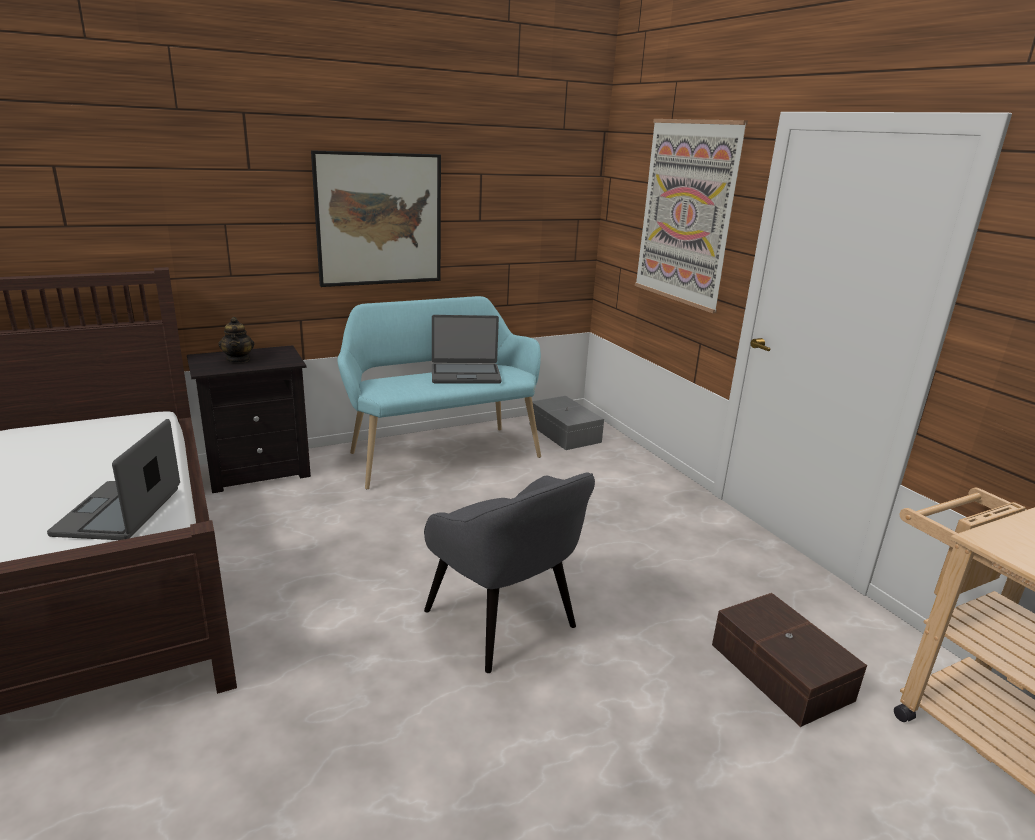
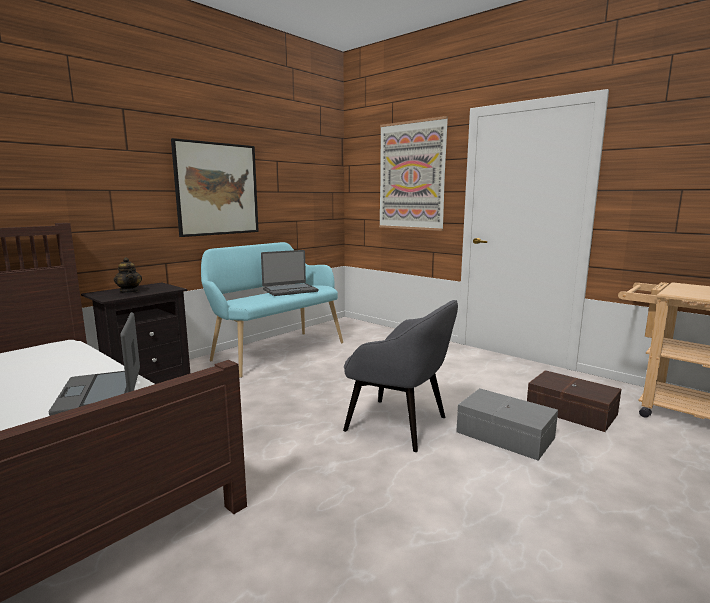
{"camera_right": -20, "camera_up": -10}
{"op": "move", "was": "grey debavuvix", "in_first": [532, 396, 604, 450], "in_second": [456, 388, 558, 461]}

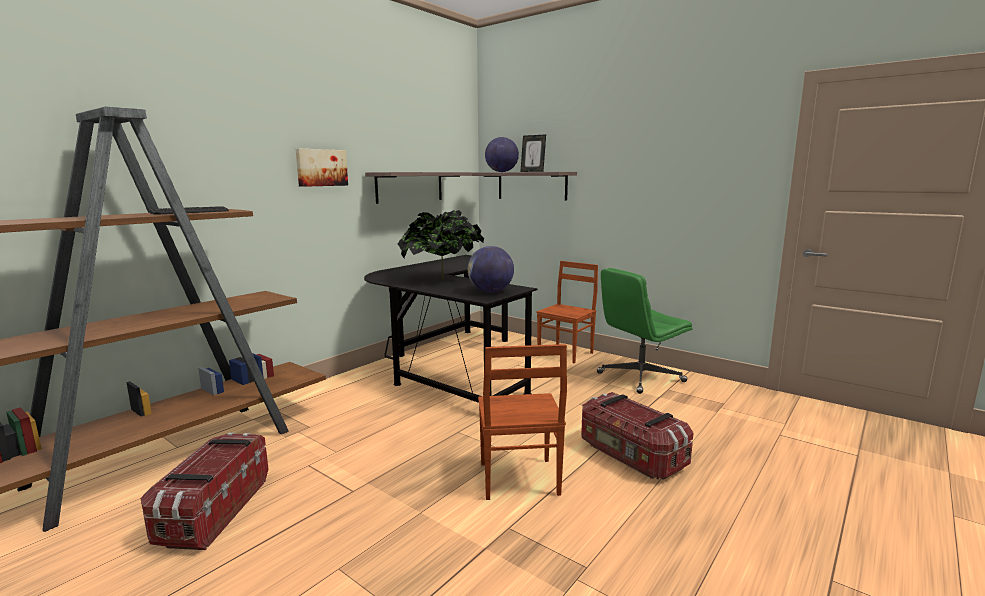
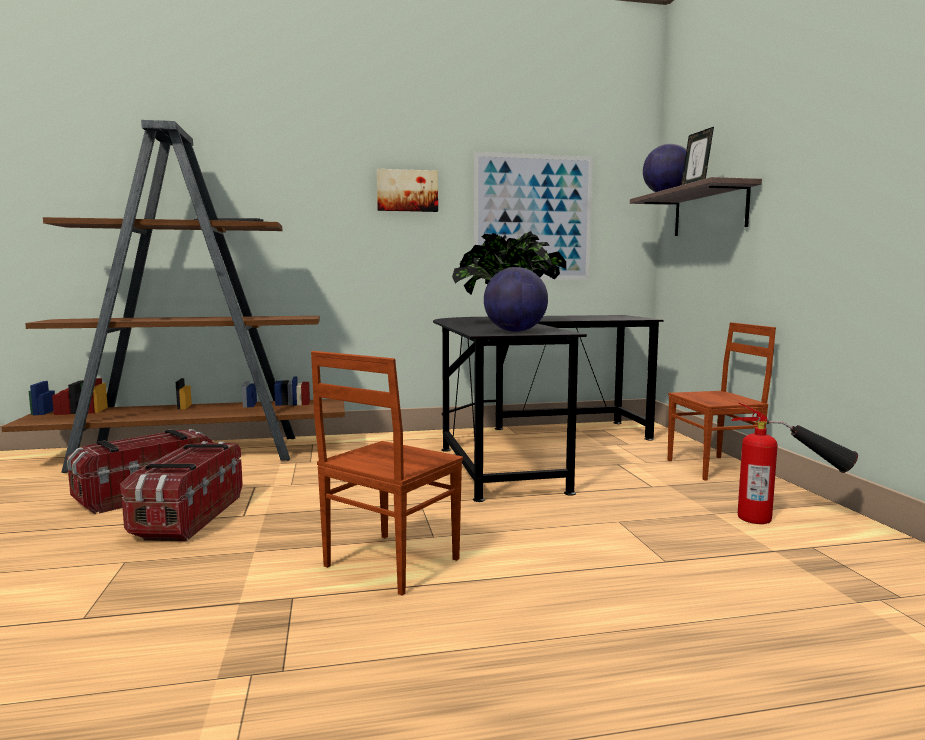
{"camera_right": 40, "camera_up": -5}
{"op": "move", "was": "debavuvix", "in_first": [581, 392, 693, 480], "in_second": [120, 441, 243, 542]}
{"op": "replace", "was": "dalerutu", "now": "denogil", "in_first": [365, 172, 472, 204], "in_second": [474, 152, 593, 279]}
{"op": "replace", "was": "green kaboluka", "now": "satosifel", "in_first": [597, 268, 693, 394], "in_second": [731, 402, 858, 524]}

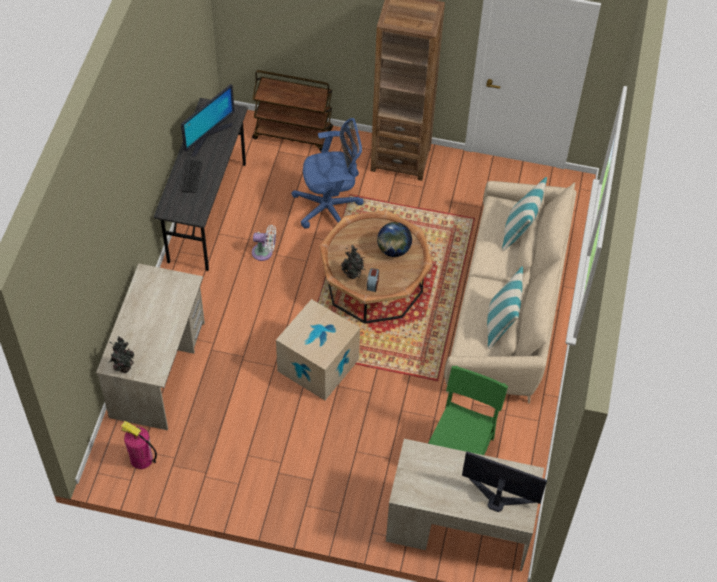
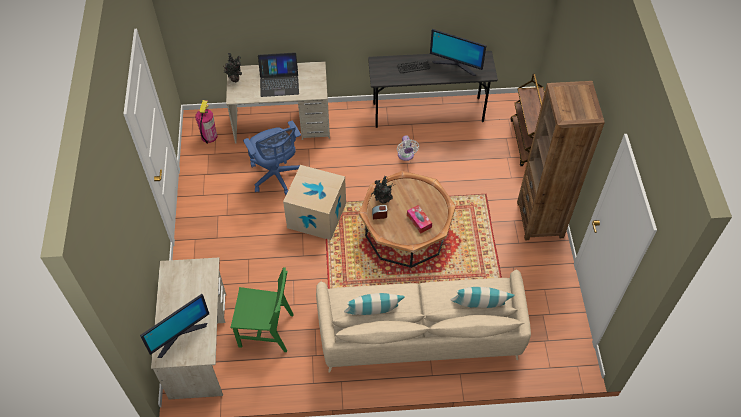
{"camera_right": 75, "camera_up": 0}
{"op": "rotate", "was": "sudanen", "in_first": [462, 451, 547, 512], "in_second": [140, 294, 209, 358], "clockwise": 45}
{"op": "move", "was": "blue kaboluka", "in_first": [291, 118, 364, 229], "in_second": [243, 121, 301, 195]}
{"op": "insert", "now": "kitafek", "in_second": [258, 52, 299, 97]}
{"op": "replace", "was": "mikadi", "now": "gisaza", "in_first": [377, 222, 412, 257], "in_second": [407, 205, 432, 234]}

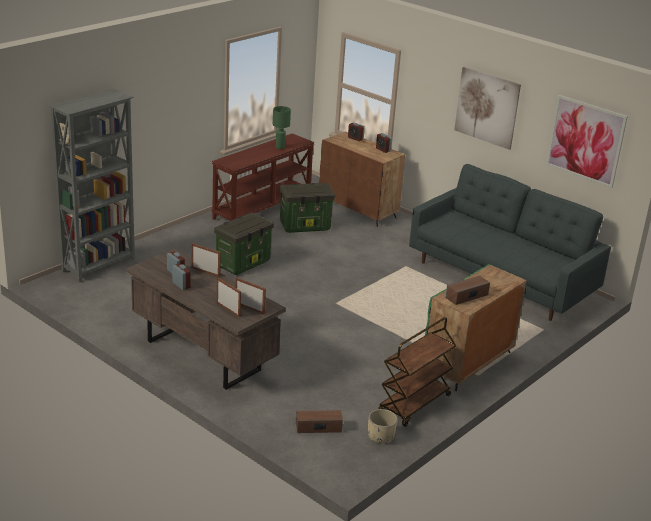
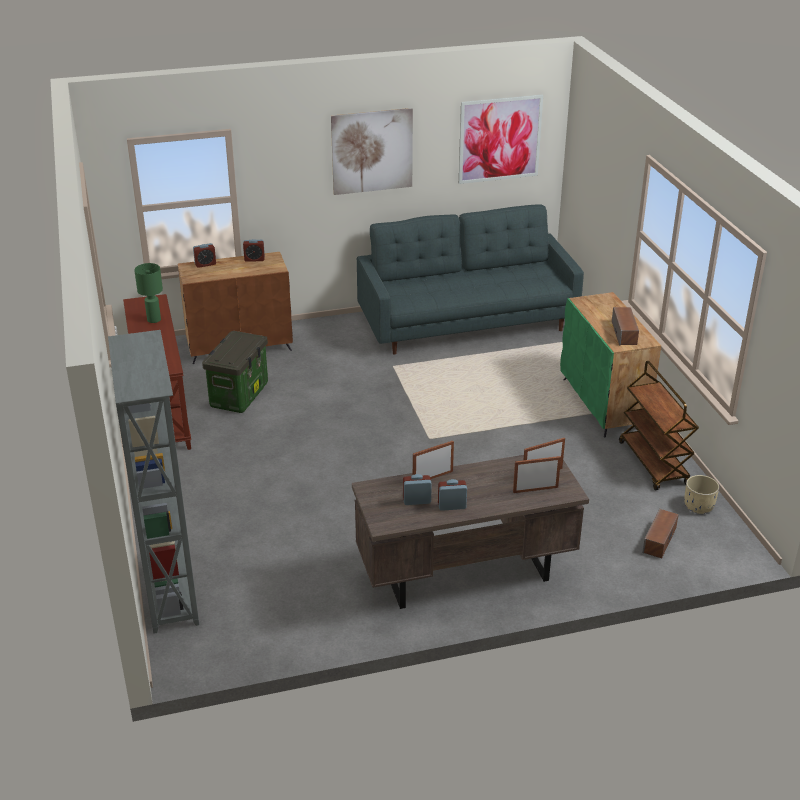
{"camera_right": -55, "camera_up": 5}
{"op": "delete", "was": "debavuvix", "in_first": [214, 213, 274, 275]}

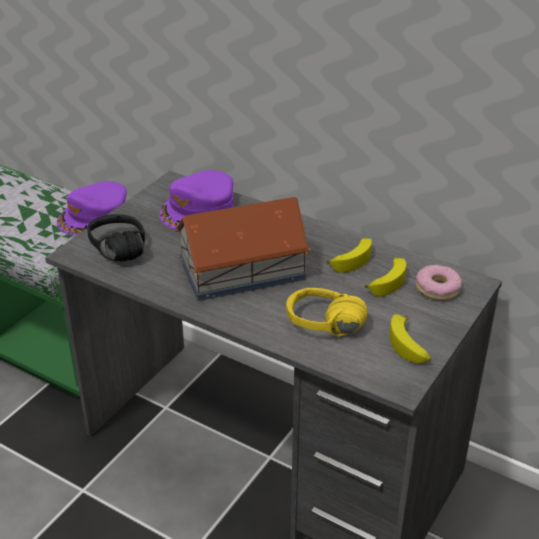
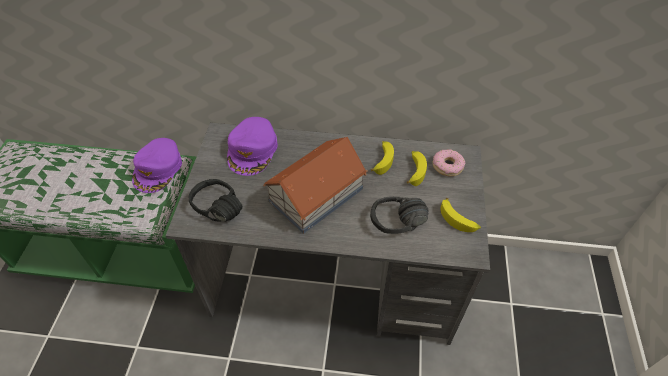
{"camera_right": -25, "camera_up": 15}
{"op": "recolor", "was": "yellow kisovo", "now": "black kisovo", "in_first": [286, 288, 367, 336], "in_second": [370, 196, 429, 234]}

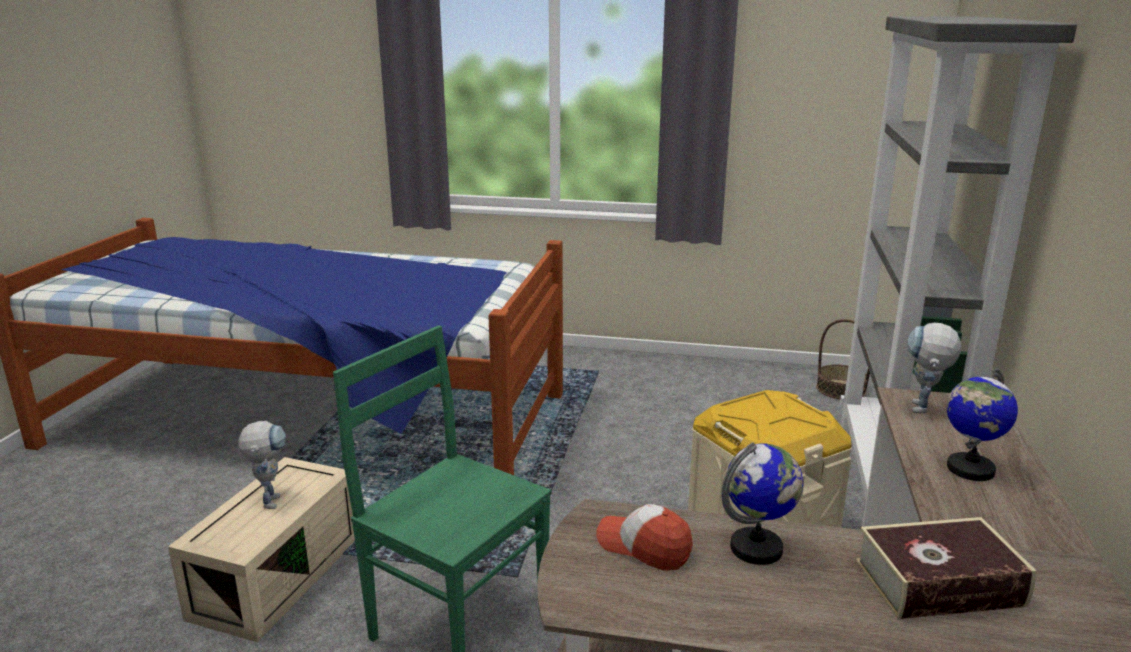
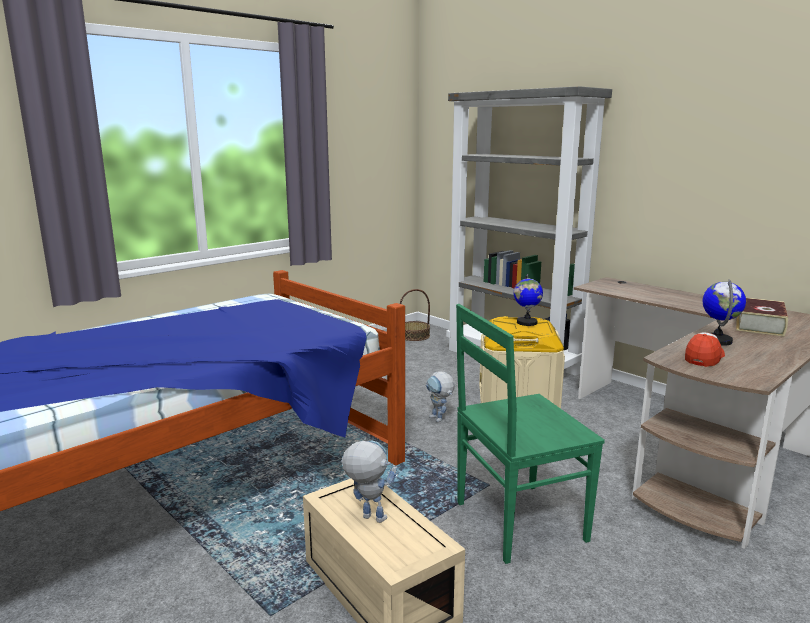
{"camera_right": -55, "camera_up": -5}
{"op": "move", "was": "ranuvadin", "in_first": [908, 322, 961, 413], "in_second": [426, 371, 455, 422]}
{"op": "move", "was": "mikadi", "in_first": [946, 368, 1018, 481], "in_second": [514, 274, 543, 326]}
{"op": "rotate", "was": "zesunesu", "in_first": [596, 504, 693, 571], "in_second": [685, 332, 725, 367], "clockwise": 150}

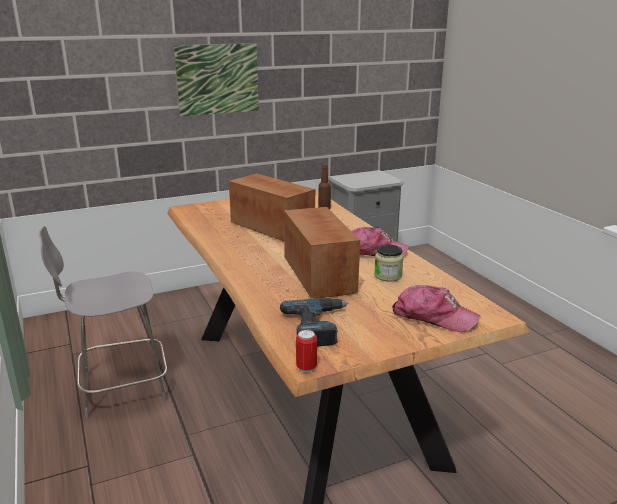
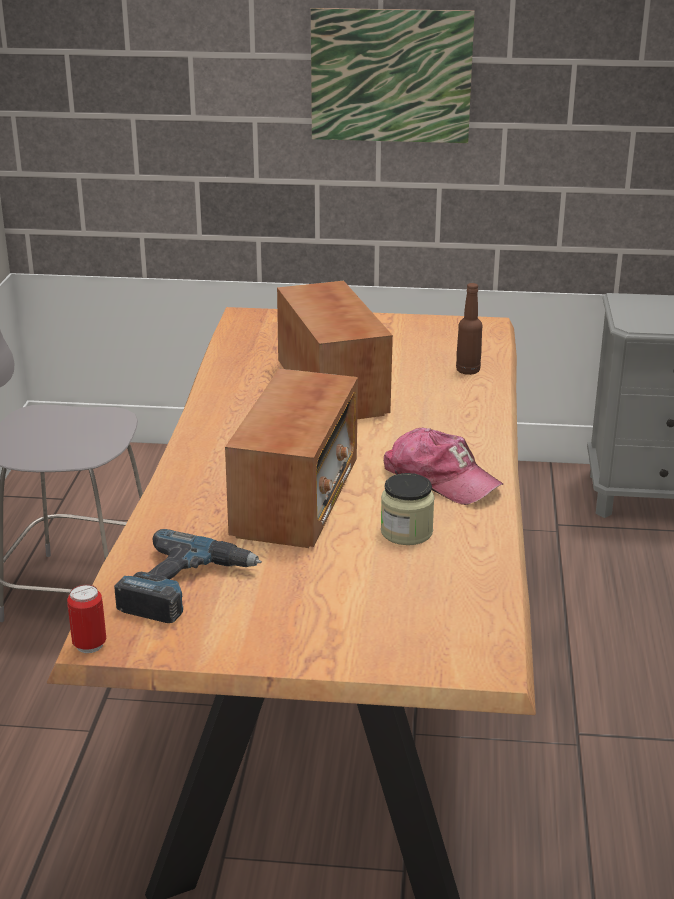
{"camera_right": 30, "camera_up": 5}
{"op": "delete", "was": "zesunesu", "in_first": [392, 285, 481, 332]}

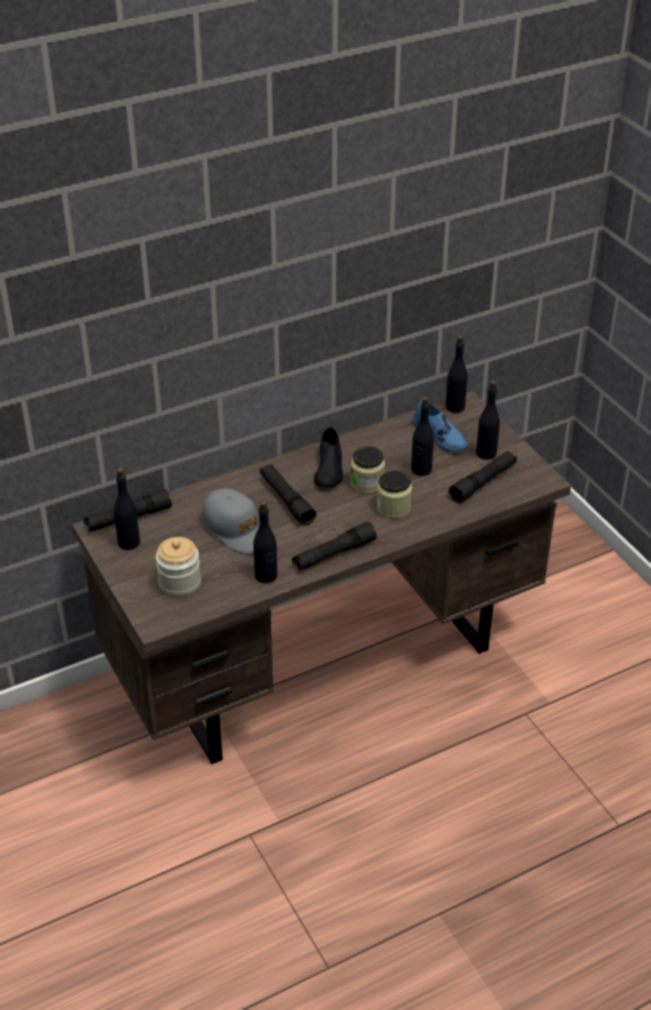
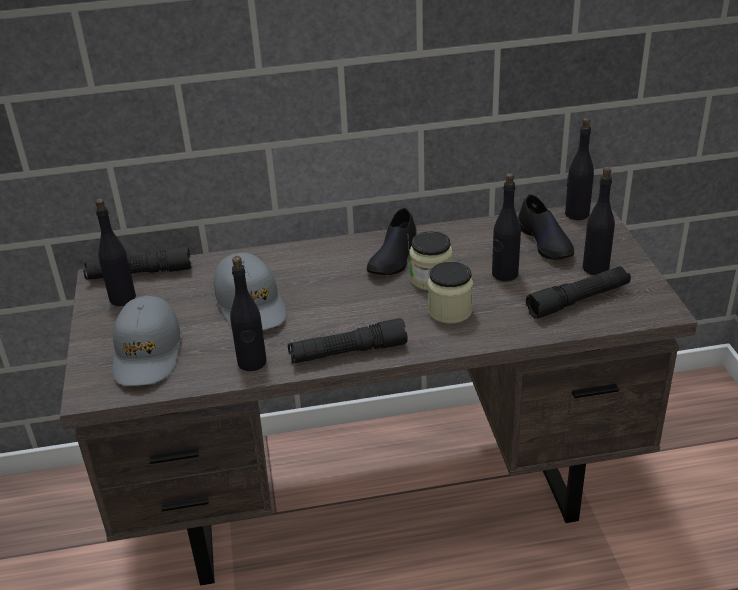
{"camera_right": 20, "camera_up": -5}
{"op": "replace", "was": "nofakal", "now": "grey zesunesu", "in_first": [156, 537, 201, 597], "in_second": [112, 296, 181, 386]}
{"op": "recolor", "was": "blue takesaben", "now": "black takesaben", "in_first": [413, 400, 468, 452], "in_second": [518, 194, 574, 260]}
{"op": "delete", "was": "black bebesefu", "in_first": [260, 464, 316, 526]}

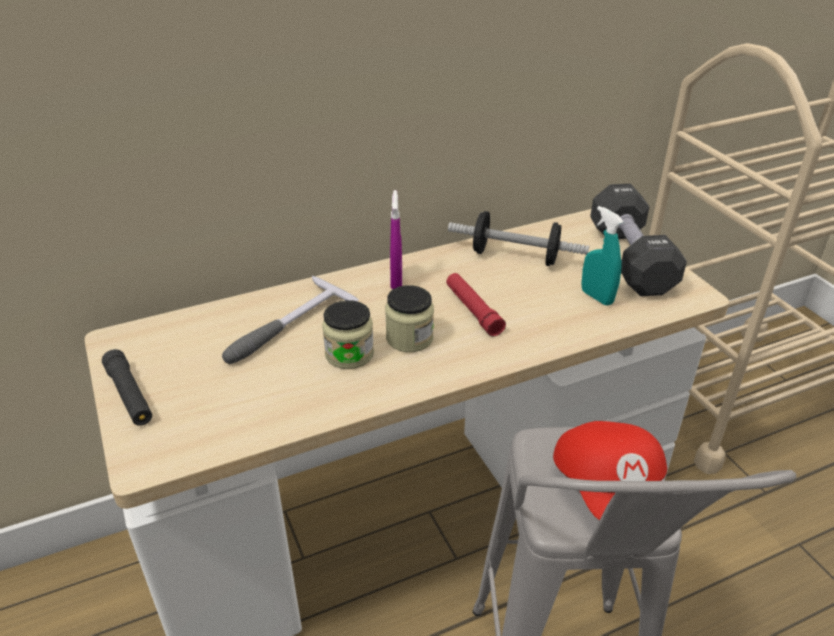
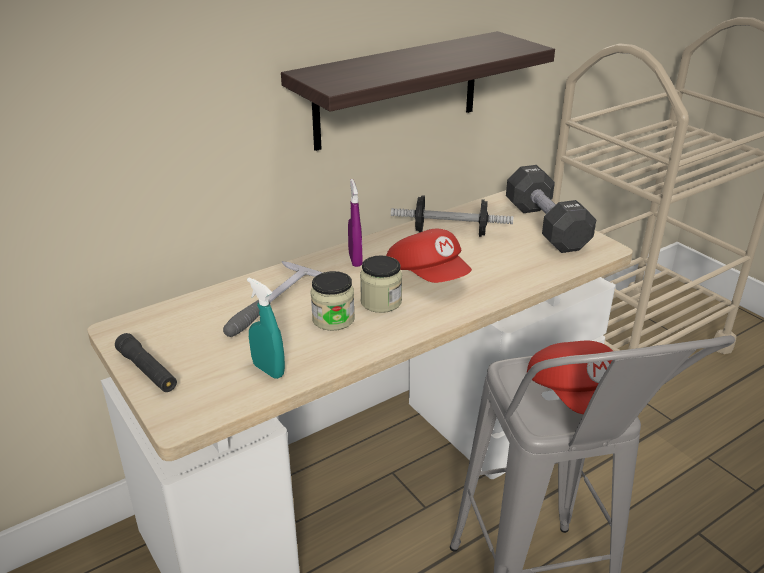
{"camera_right": -10, "camera_up": -5}
{"op": "move", "was": "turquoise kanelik", "in_first": [581, 206, 624, 306], "in_second": [247, 277, 285, 379]}
{"op": "insert", "now": "dalerutu", "in_second": [281, 31, 555, 151]}
{"op": "replace", "was": "red bebesefu", "now": "red zesunesu", "in_first": [446, 273, 506, 336], "in_second": [386, 229, 472, 283]}

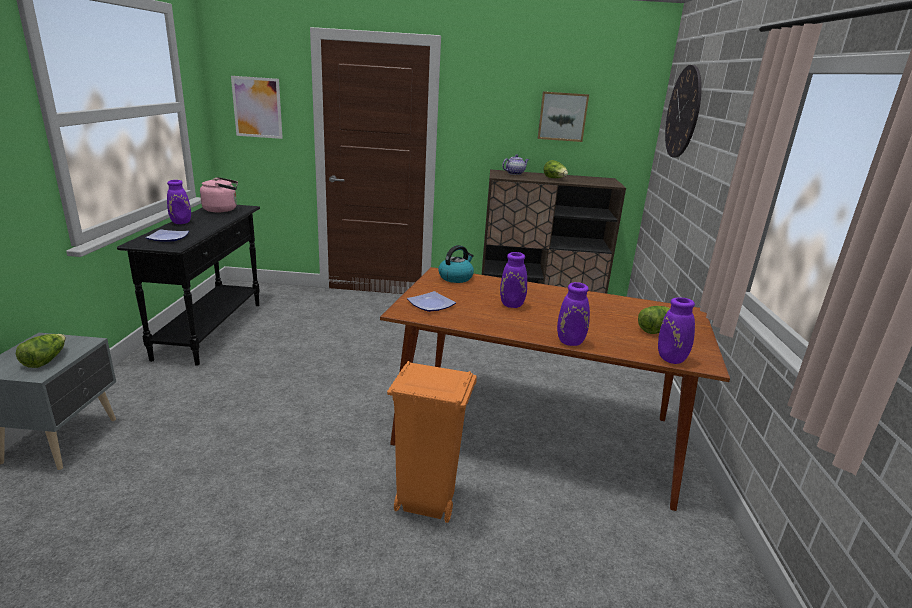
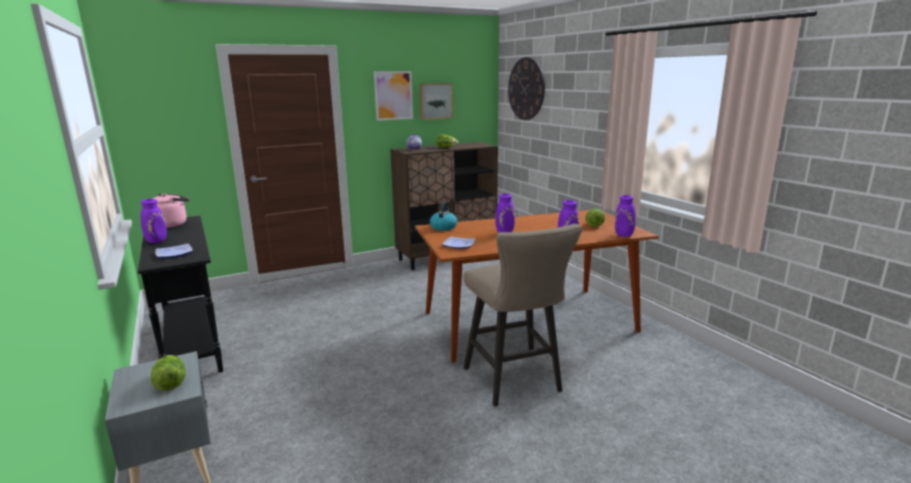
{"camera_right": -30, "camera_up": -5}
{"op": "move", "was": "denogil", "in_first": [231, 76, 283, 139], "in_second": [374, 71, 413, 121]}
{"op": "replace", "was": "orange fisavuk", "now": "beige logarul", "in_first": [387, 361, 477, 523], "in_second": [463, 224, 582, 407]}

